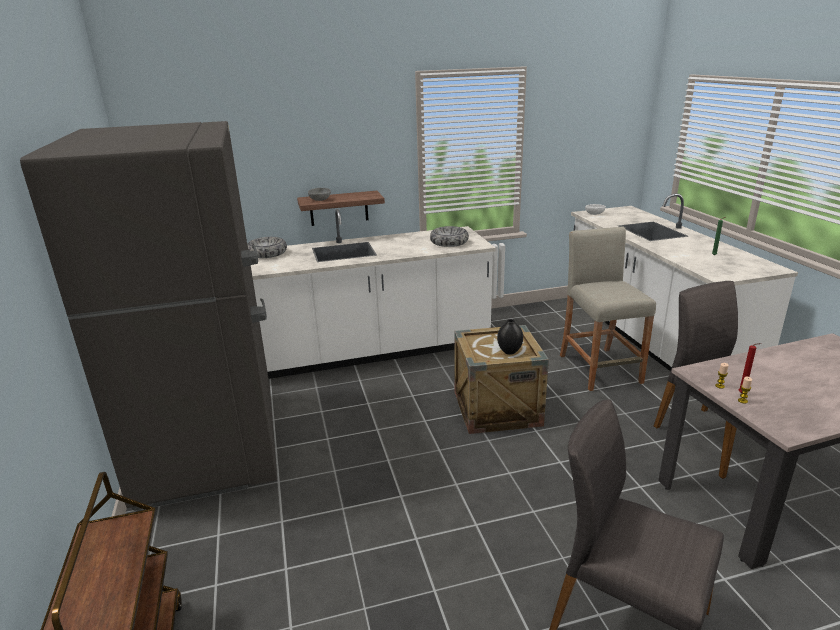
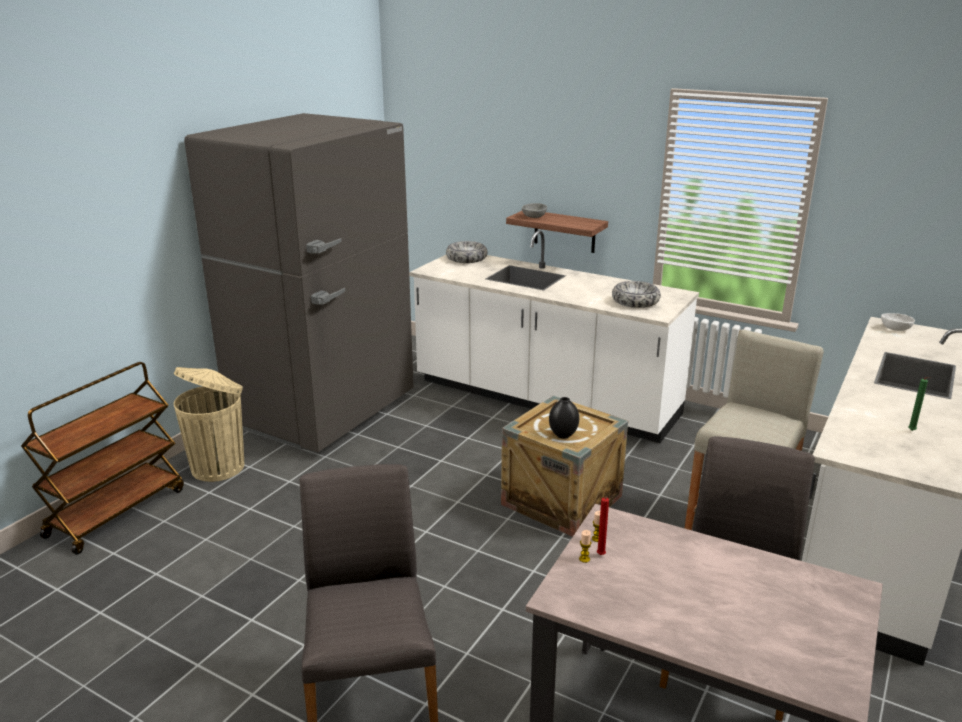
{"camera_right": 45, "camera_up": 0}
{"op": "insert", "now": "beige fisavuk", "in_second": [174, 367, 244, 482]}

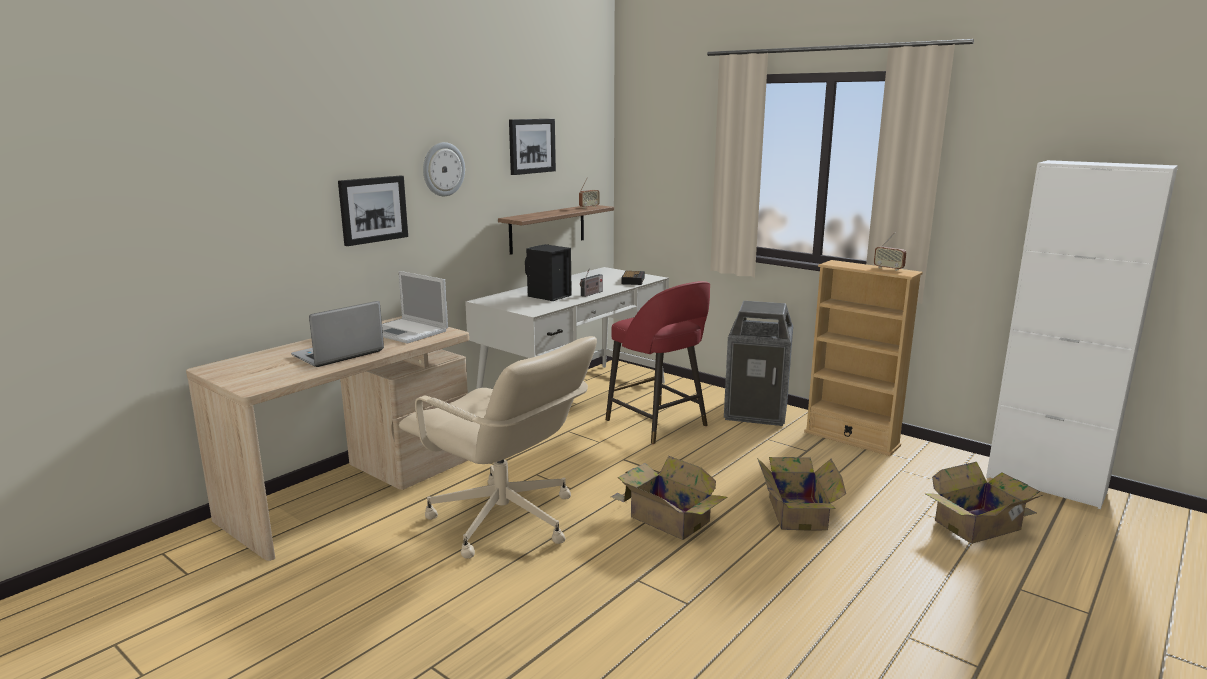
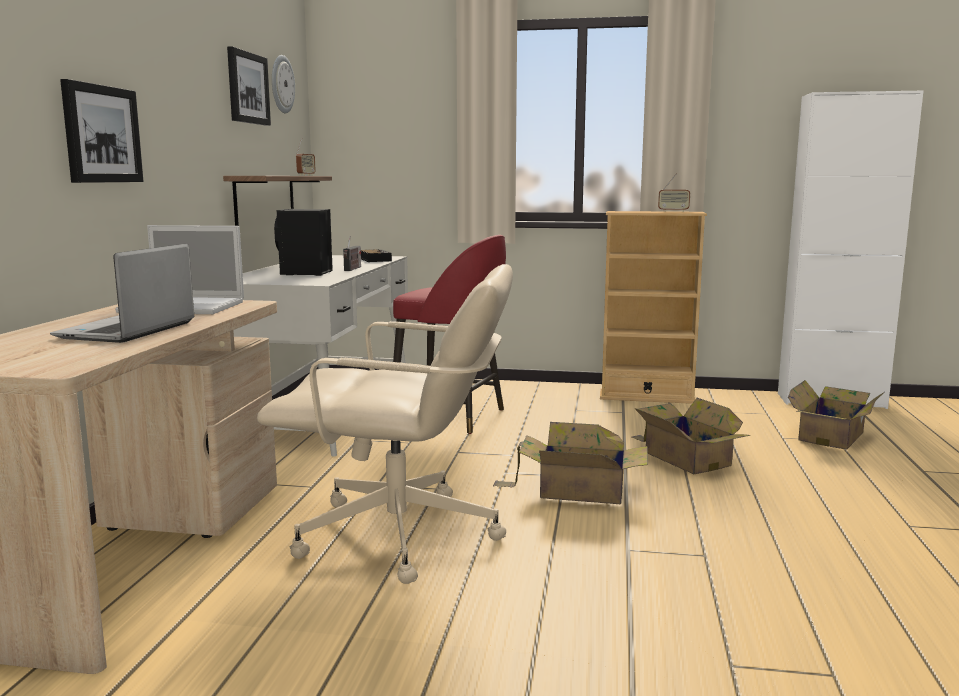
{"camera_right": -30, "camera_up": -5}
{"op": "move", "was": "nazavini", "in_first": [423, 142, 465, 196], "in_second": [272, 55, 295, 113]}
{"op": "delete", "was": "fisavuk", "in_first": [724, 301, 793, 426]}

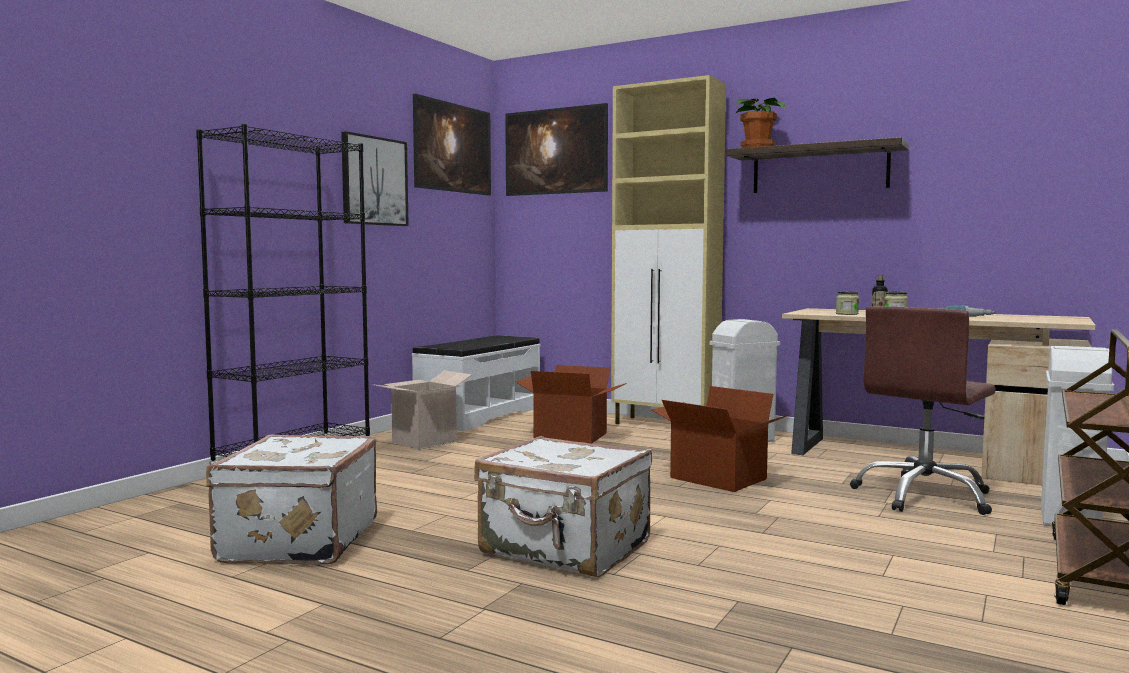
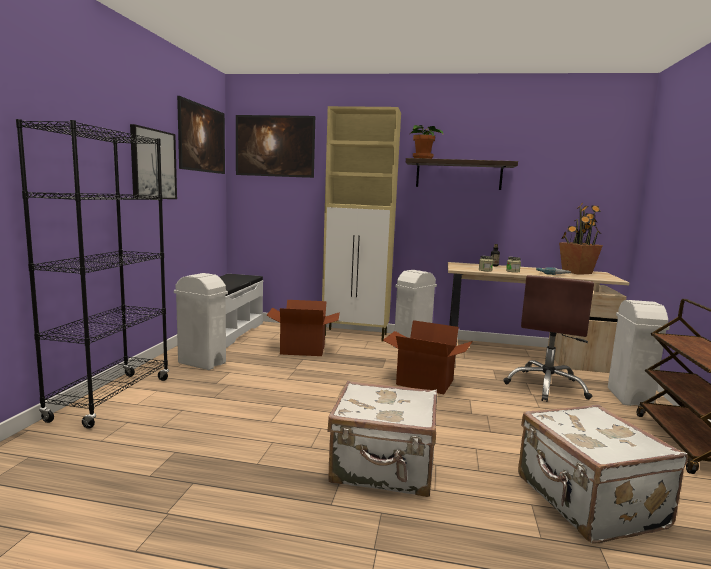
{"camera_right": -20, "camera_up": 5}
{"op": "replace", "was": "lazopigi", "now": "white fisavuk", "in_first": [372, 370, 472, 450], "in_second": [174, 273, 228, 370]}
{"op": "move", "was": "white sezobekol", "in_first": [206, 434, 377, 565], "in_second": [518, 405, 688, 544]}
{"op": "insert", "now": "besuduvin", "in_second": [559, 203, 603, 275]}

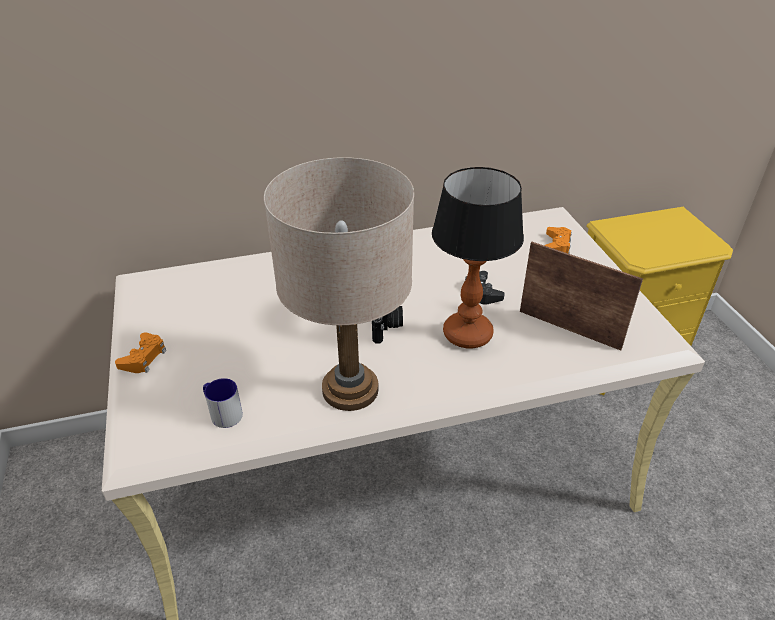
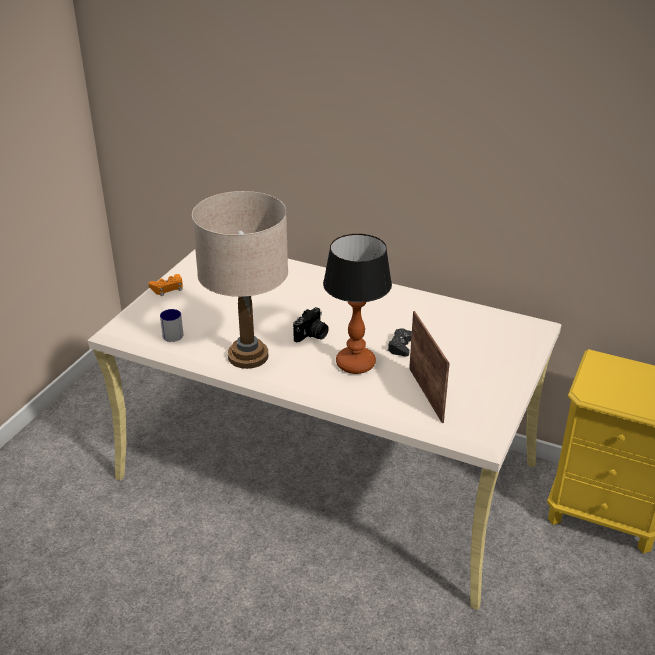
{"camera_right": 40, "camera_up": -5}
{"op": "delete", "was": "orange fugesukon", "in_first": [545, 227, 572, 254]}

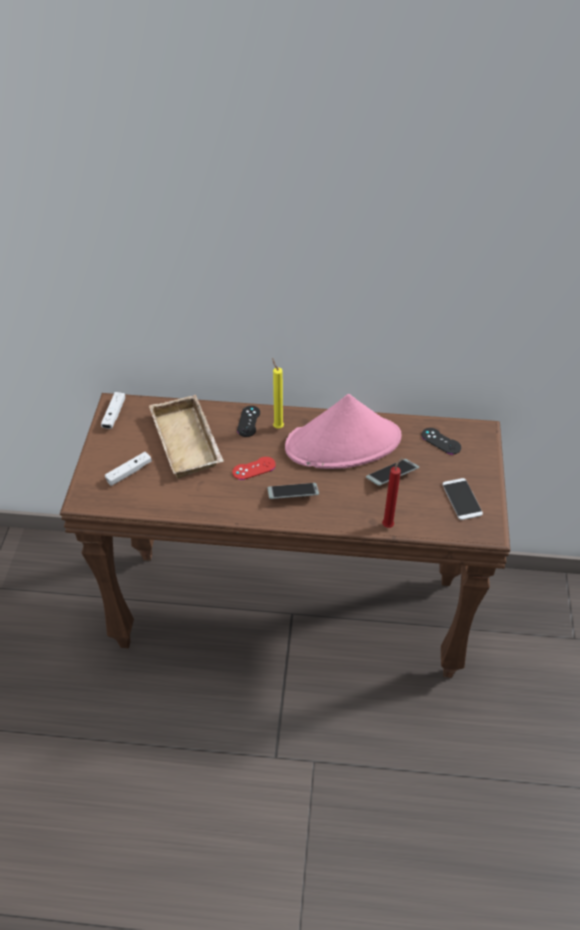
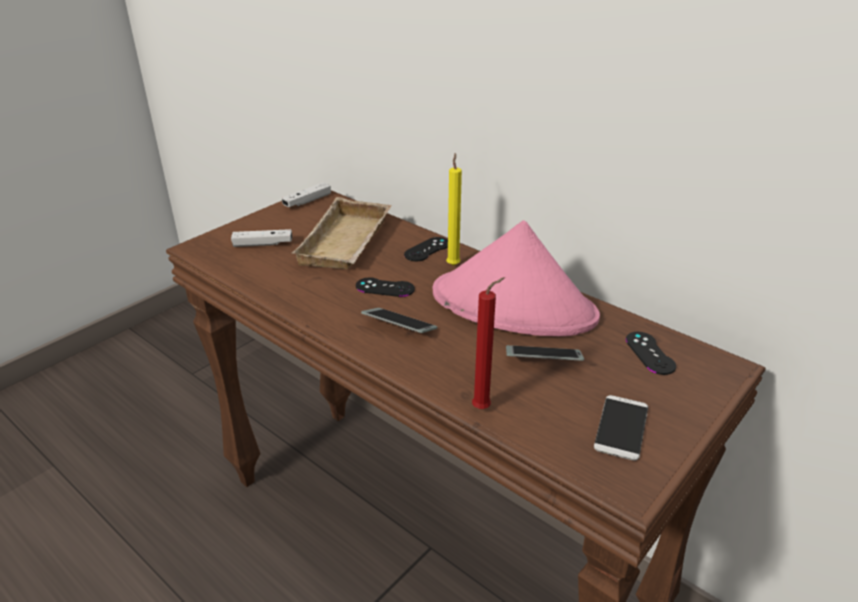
{"camera_right": 35, "camera_up": -15}
{"op": "recolor", "was": "red fugesukon", "now": "black fugesukon", "in_first": [232, 457, 276, 480], "in_second": [356, 278, 415, 297]}

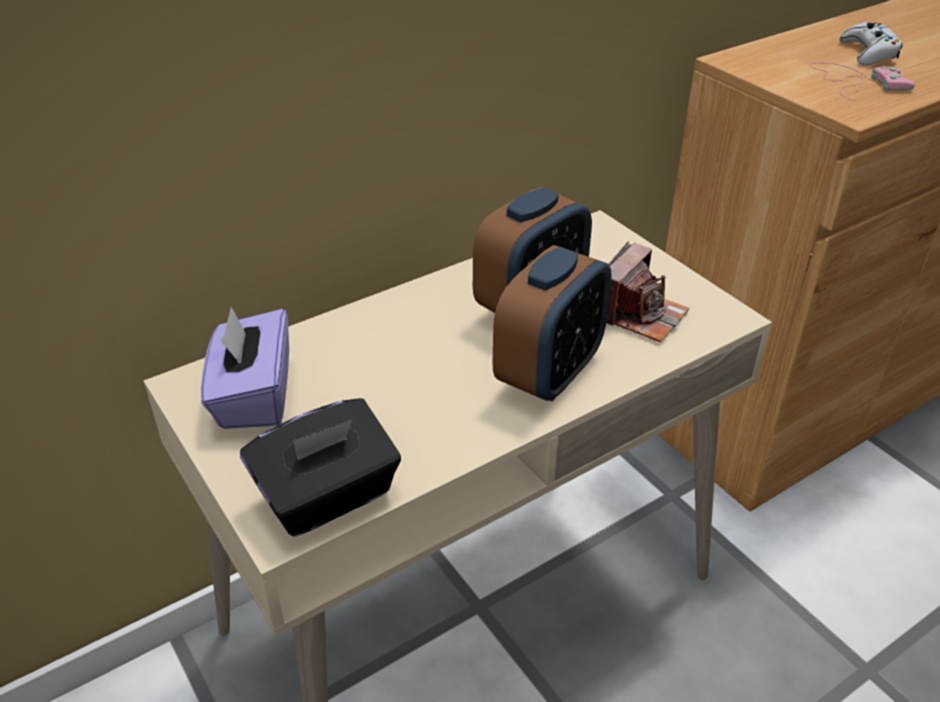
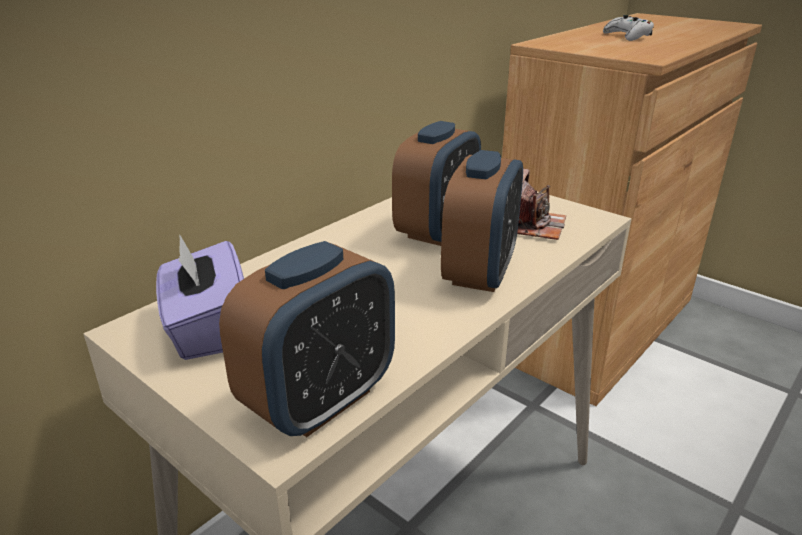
{"camera_right": -15, "camera_up": -10}
{"op": "replace", "was": "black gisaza", "now": "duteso", "in_first": [240, 398, 401, 537], "in_second": [219, 241, 395, 437]}
{"op": "delete", "was": "pink fugesukon", "in_first": [809, 62, 915, 101]}

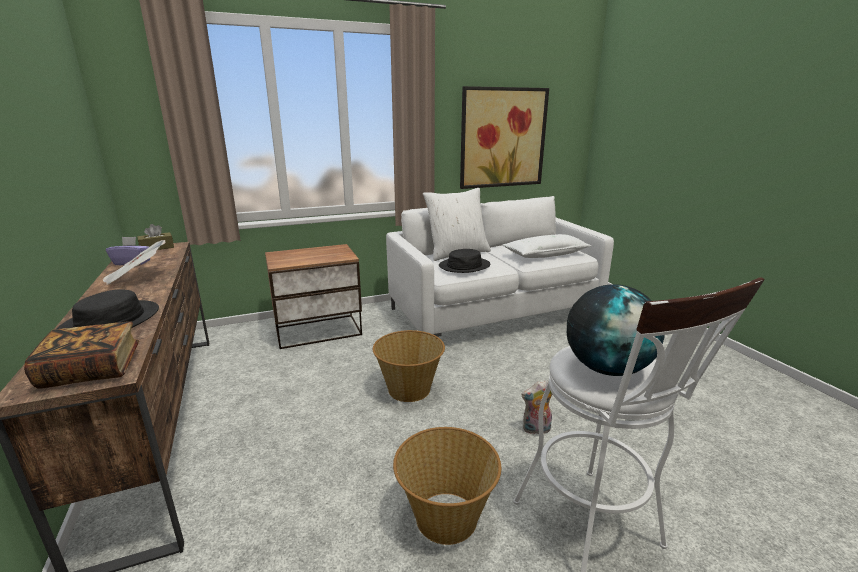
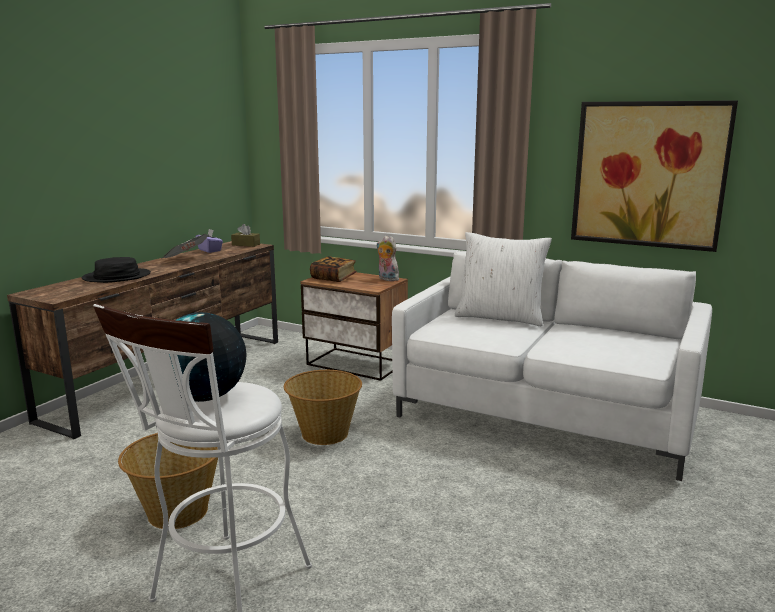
{"camera_right": 50, "camera_up": -5}
{"op": "move", "was": "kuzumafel", "in_first": [24, 321, 139, 389], "in_second": [310, 256, 357, 282]}
{"op": "move", "was": "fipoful", "in_first": [521, 380, 552, 435], "in_second": [376, 236, 399, 281]}
{"op": "delete", "was": "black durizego", "in_first": [439, 249, 491, 273]}
{"op": "delete", "was": "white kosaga", "in_first": [503, 234, 591, 258]}

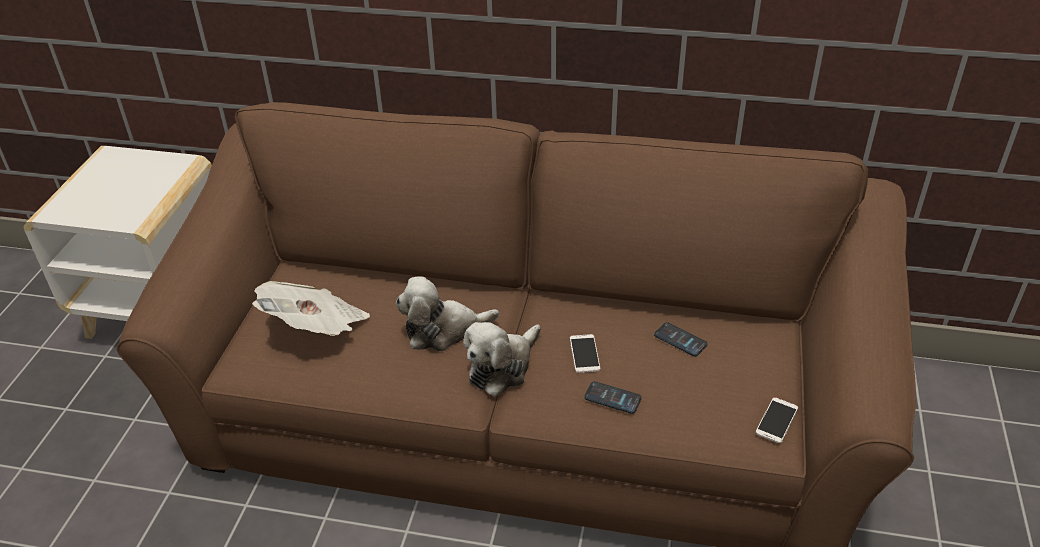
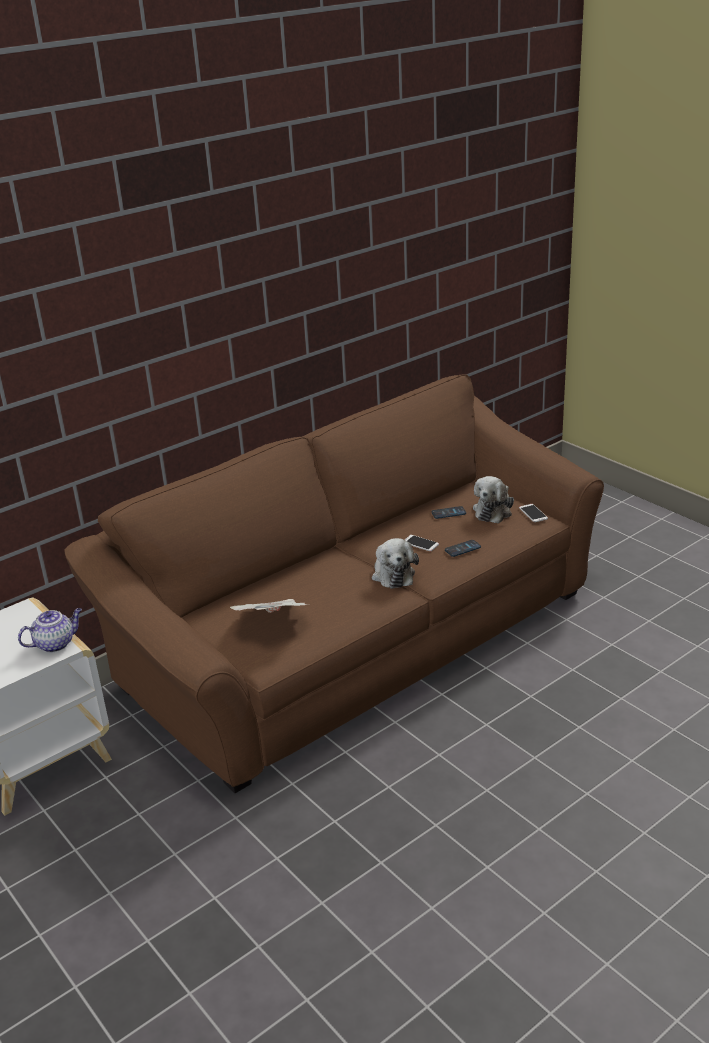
{"camera_right": -50, "camera_up": -10}
{"op": "insert", "now": "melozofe", "in_second": [18, 608, 82, 653]}
{"op": "move", "was": "fipoful", "in_first": [396, 276, 499, 351], "in_second": [473, 476, 514, 523]}

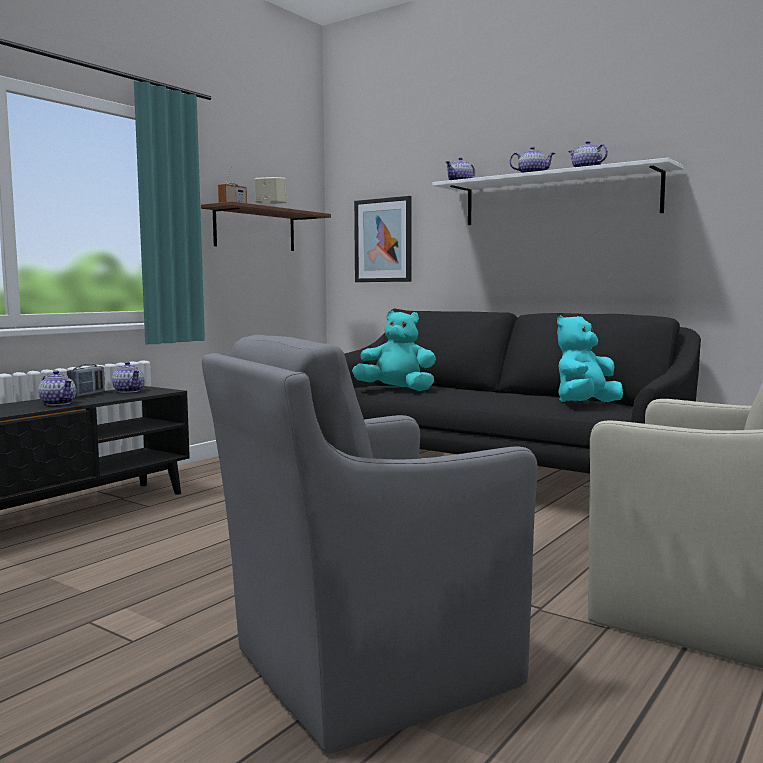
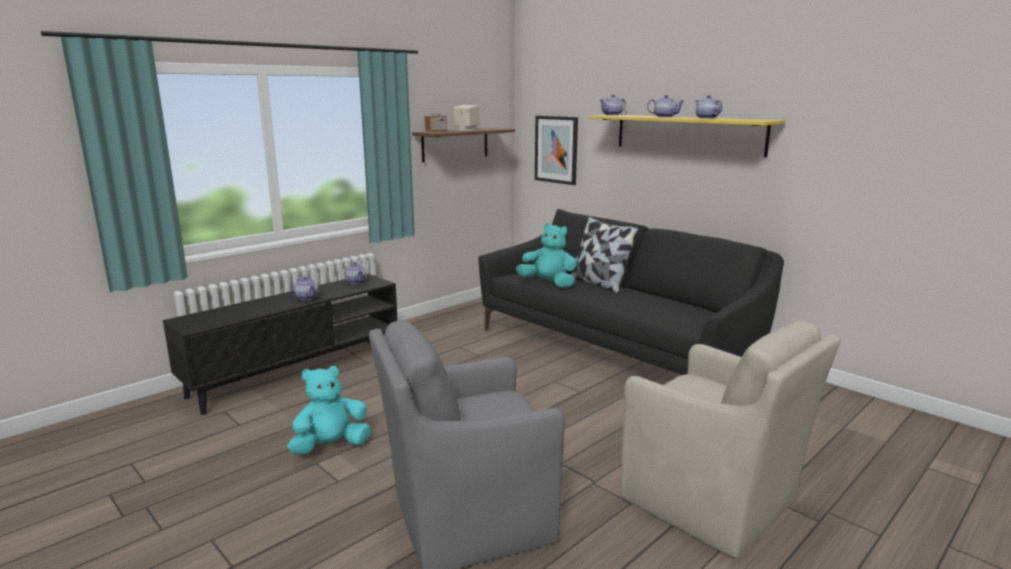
{"camera_right": 10, "camera_up": 10}
{"op": "move", "was": "turquoise fipoful", "in_first": [557, 315, 623, 402], "in_second": [287, 366, 371, 455]}
{"op": "insert", "now": "kosaga", "in_second": [571, 216, 639, 294]}
{"op": "recolor", "was": "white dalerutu", "now": "yellow dalerutu", "in_first": [432, 158, 684, 225], "in_second": [589, 115, 785, 157]}
{"op": "delete", "was": "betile", "in_first": [67, 364, 105, 397]}

